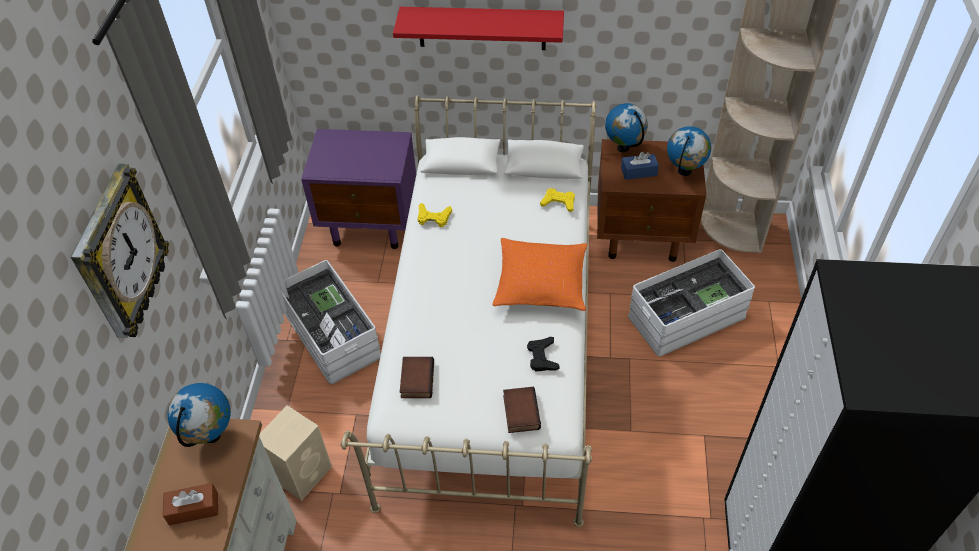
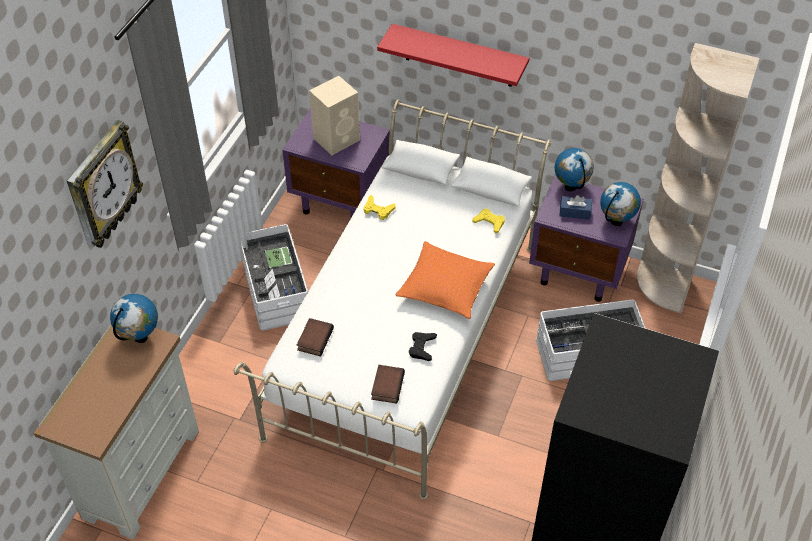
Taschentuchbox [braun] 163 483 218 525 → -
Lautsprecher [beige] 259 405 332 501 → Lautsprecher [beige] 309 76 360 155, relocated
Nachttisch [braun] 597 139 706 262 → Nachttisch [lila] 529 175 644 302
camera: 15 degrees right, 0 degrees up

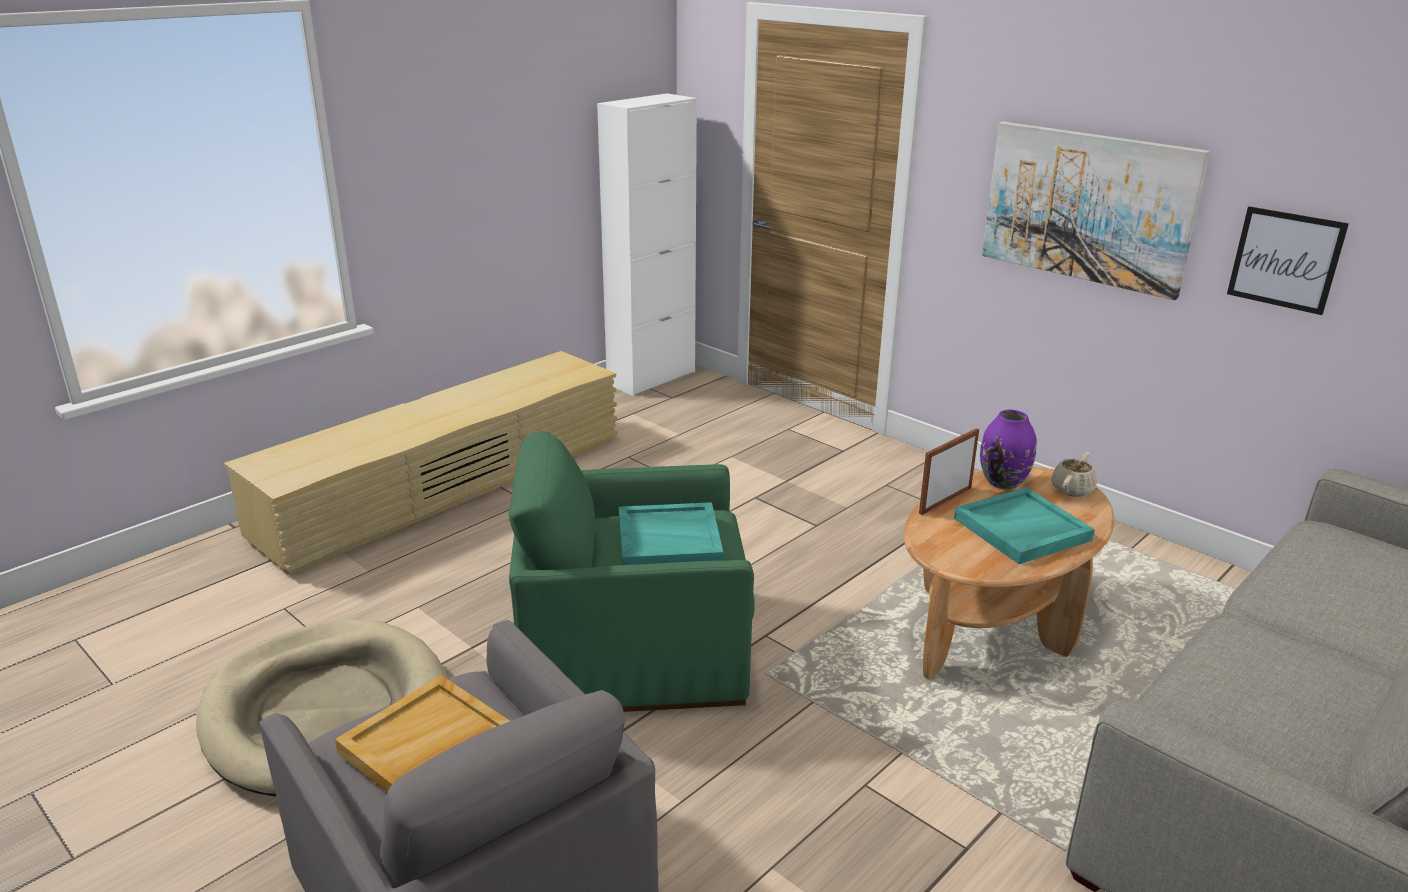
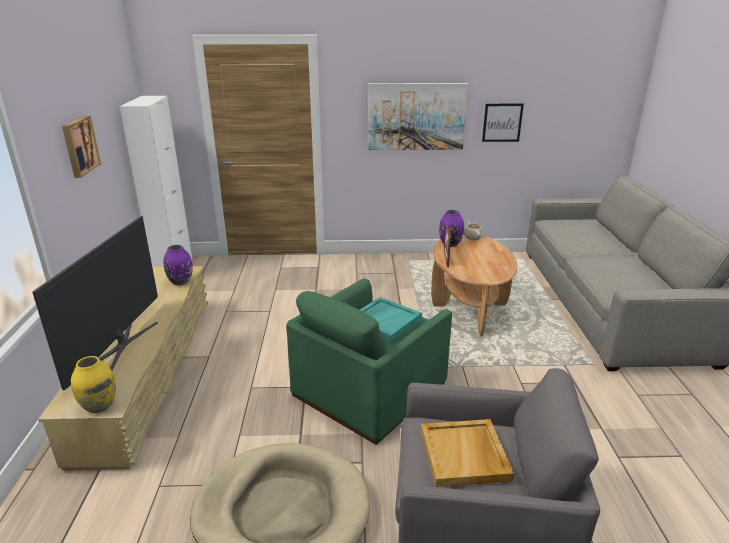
Tablett [türkis] 954 487 1095 564 → -
- → Fernseher 32 216 158 390
- → Bild 62 116 101 178
- → Vase [gelb] 71 356 116 413
- → Vase [lila] 163 245 193 285
camera: 45 degrees left, 0 degrees up

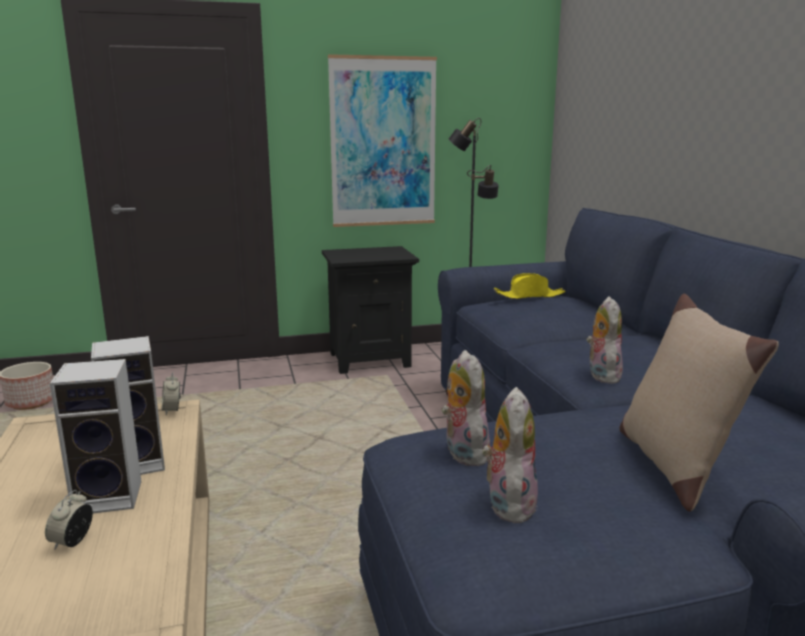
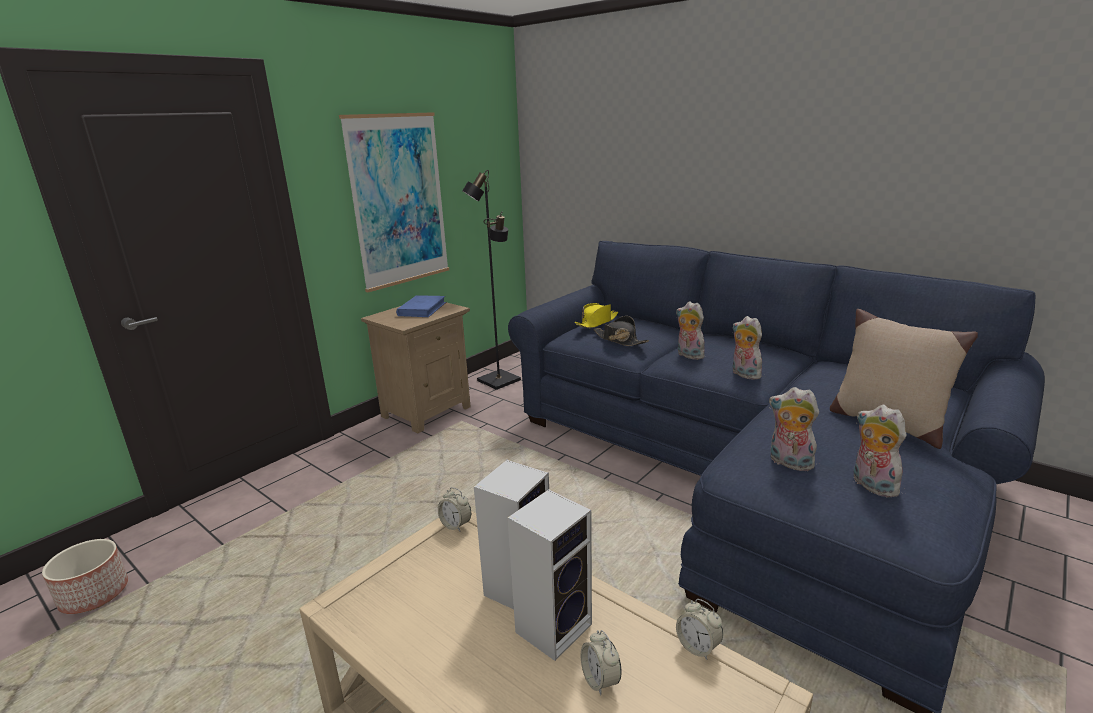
- → Buch [blau] 396 295 447 317
- → Hut [schwarz] 594 316 649 346
- → Plüschtier 676 301 705 360
- → Wecker 676 599 723 660
Nachttisch [schwarz] 322 246 419 374 → Nachttisch [beige] 361 303 471 434
camera: 35 degrees left, 5 degrees up

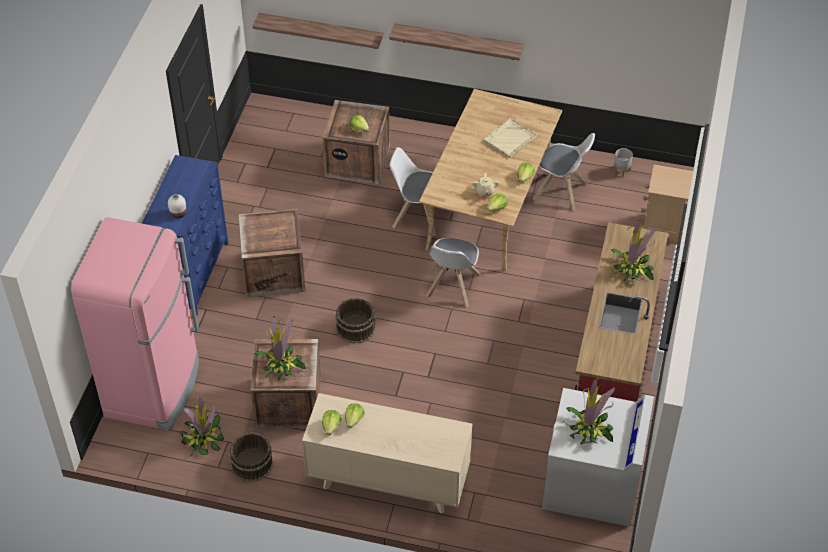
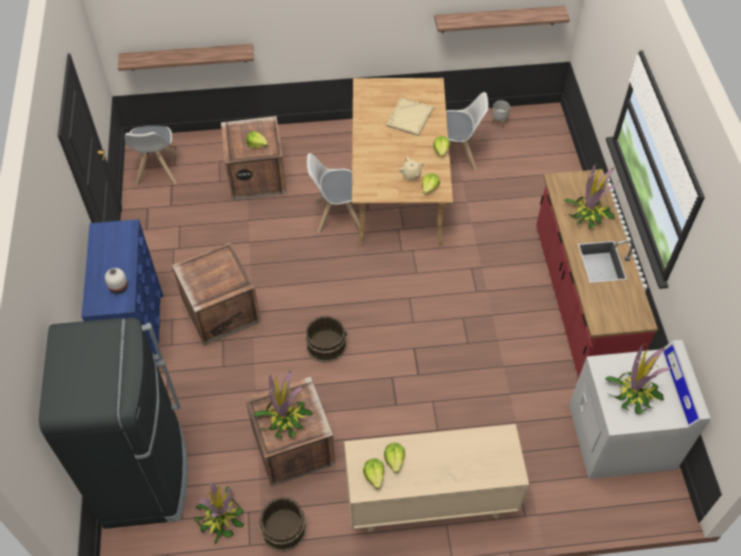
Nachttisch [beige] 641 165 693 243 → -
Wandregal 389 23 524 60 → Wandregal 434 6 570 33, relocated
Stuhl 426 238 480 307 → Stuhl 125 126 180 186, relocated
Kühlschrank [rosa] 71 217 199 430 → Kühlschrank [schwarz] 39 318 188 529
camera: 20 degrees left, 5 degrees up

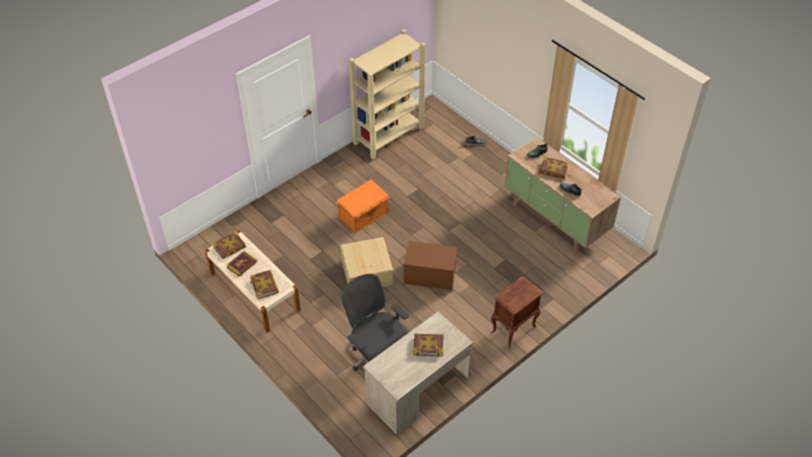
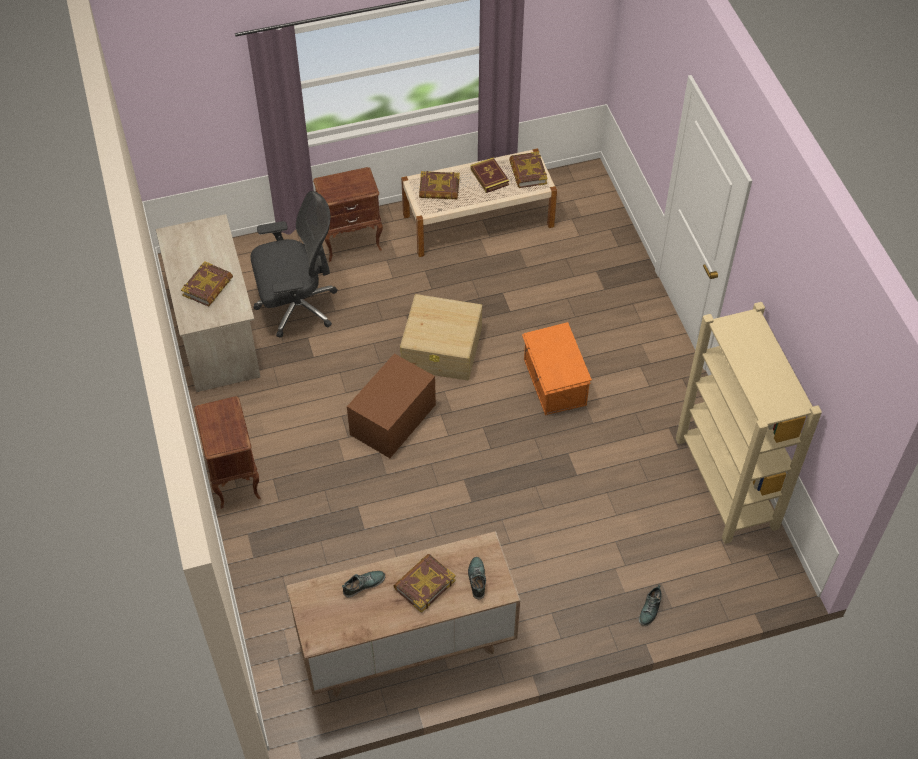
- → Nachttisch [braun] 313 167 383 262
camera: 115 degrees right, 5 degrees up

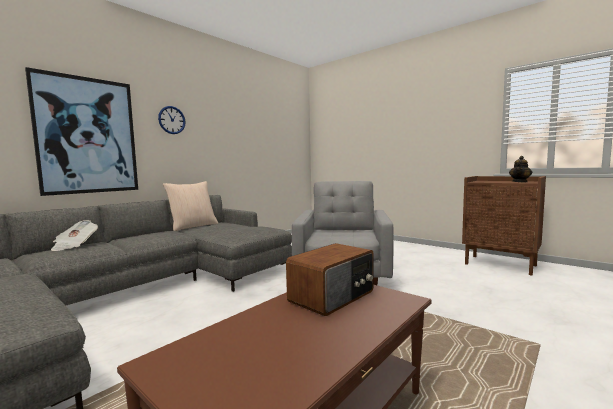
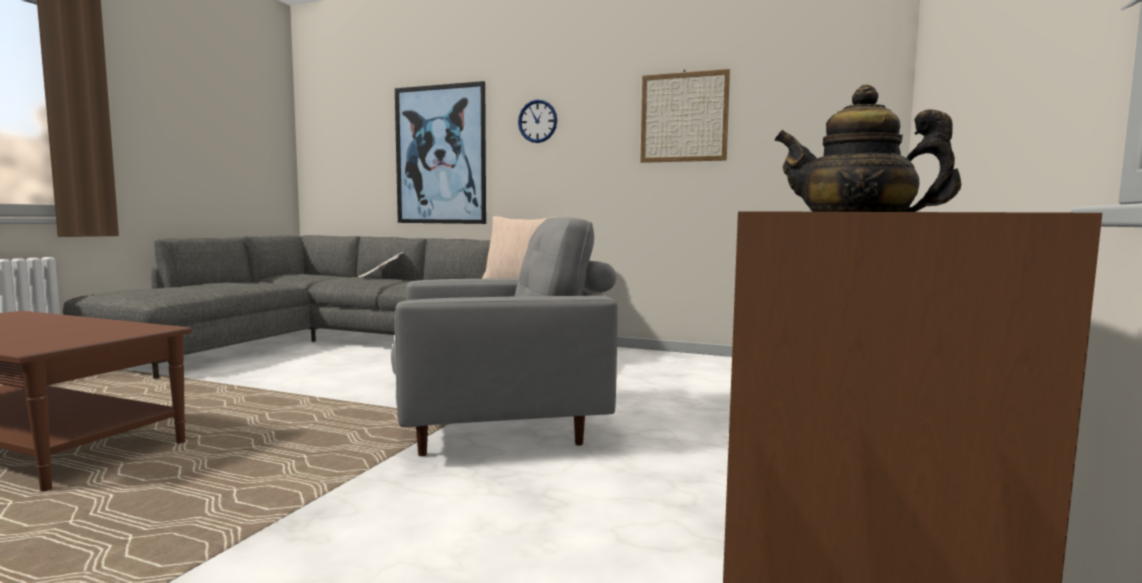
Radio 286 243 374 316 → -
- → Bild 640 69 730 163
camera: 70 degrees right, 0 degrees up

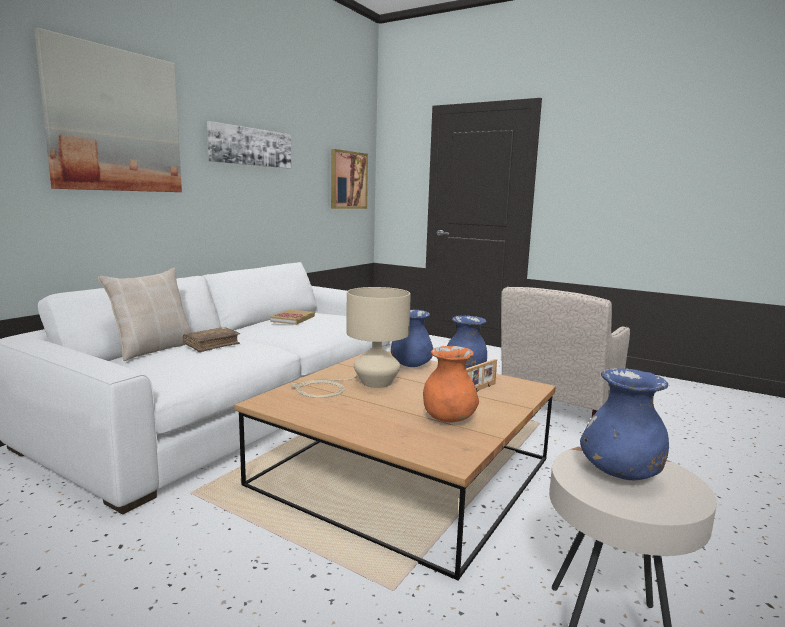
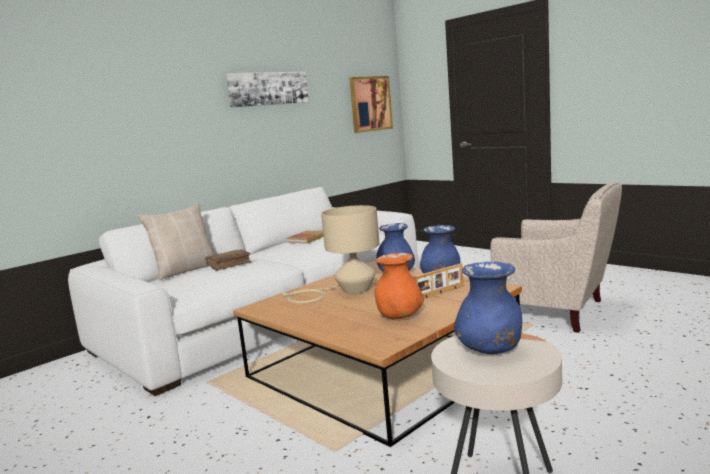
Bild 34 28 182 192 → -
Sessel [beige] 501 287 630 417 → Sessel [beige] 490 182 622 333, 105 degrees counterclockwise
camera: 15 degrees right, 0 degrees up

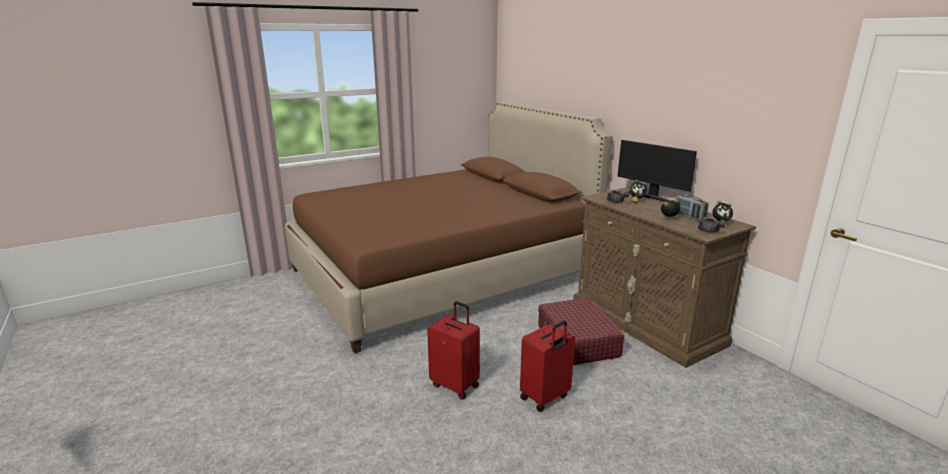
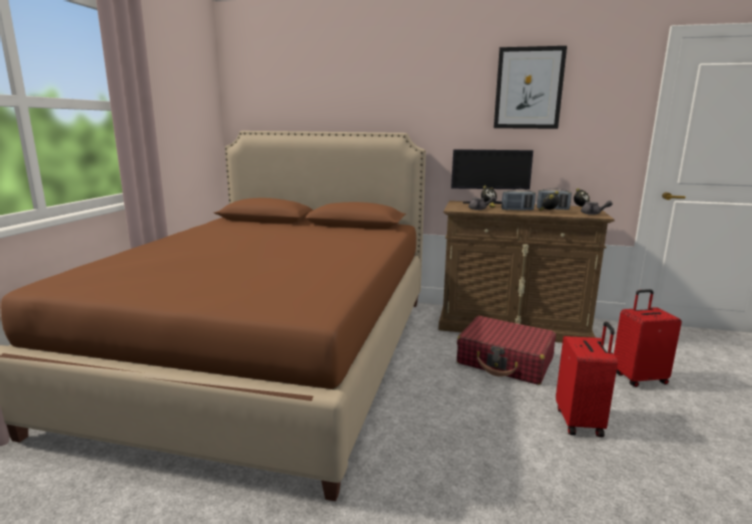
- → Bild 494 46 567 129
- → Radio 502 189 536 210
Koffer [rot] 427 301 480 399 → Koffer [rot] 614 289 682 387, relocated
camera: 45 degrees left, 5 degrees down

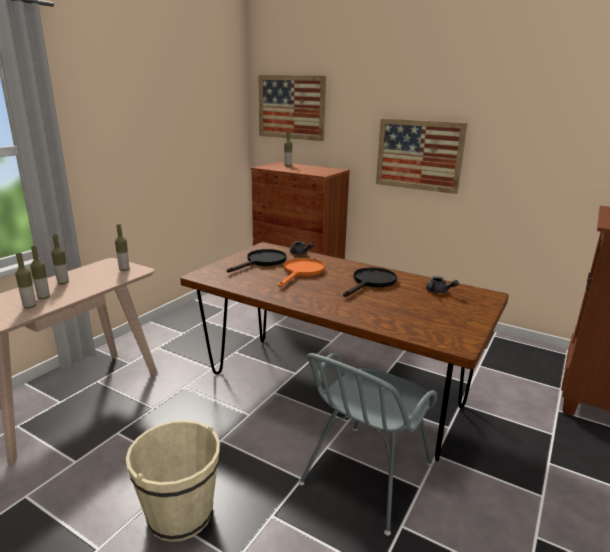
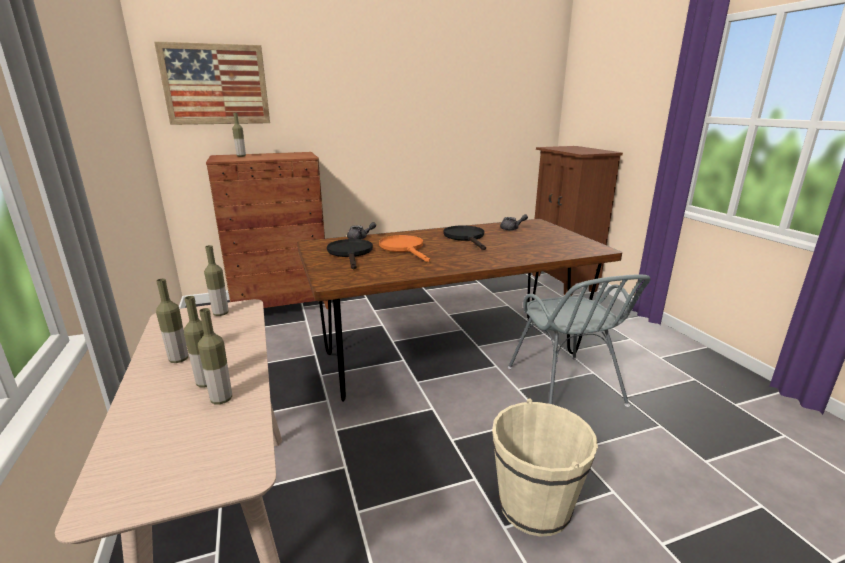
Bild 376 118 467 194 → -
camera: 50 degrees left, 0 degrees up

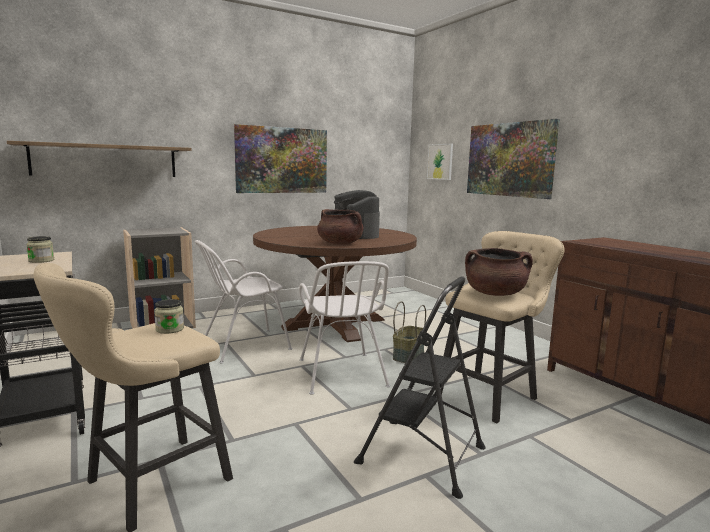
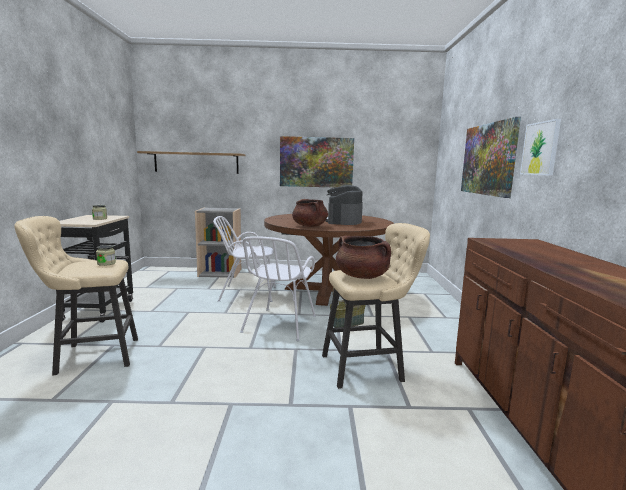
Trittleiter [schwarz] 354 277 486 499 → -
Bild 427 143 453 180 → Bild 520 119 561 176, relocated
camera: 30 degrees right, 0 degrees up

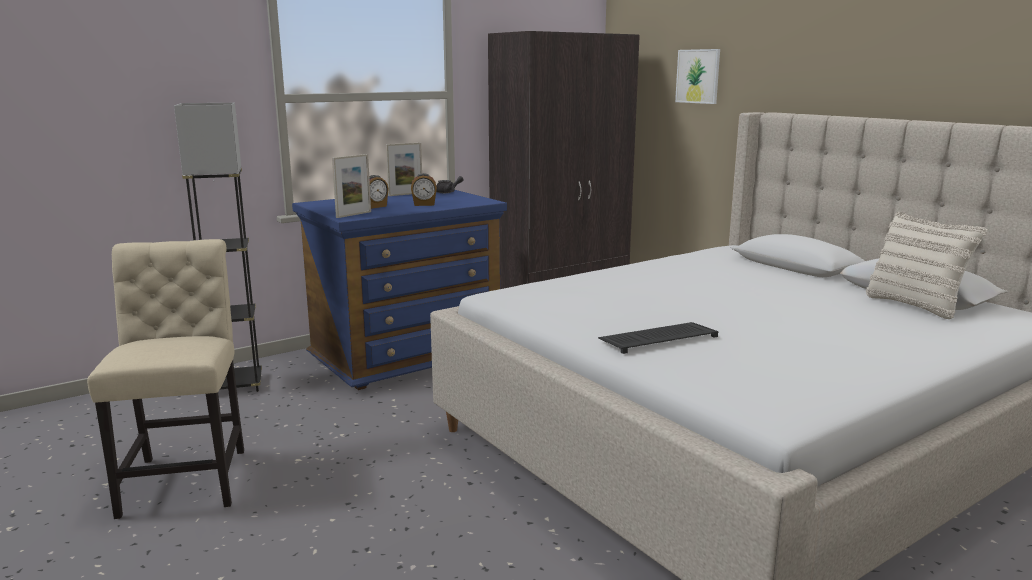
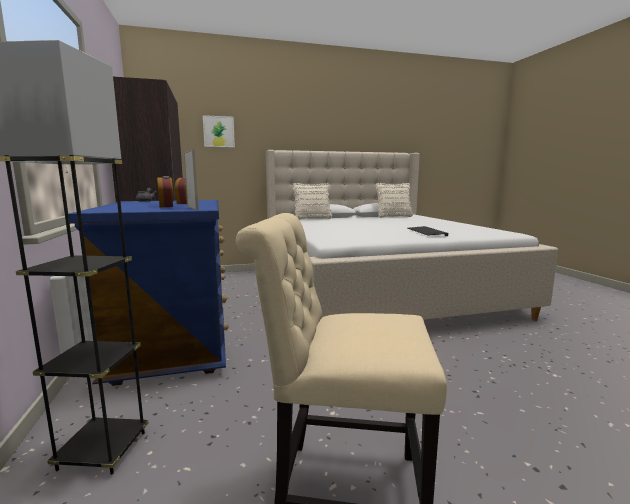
Bilderrahmen 386 143 422 196 → -
- → Kissen [beige] 293 183 332 220
camera: 70 degrees left, 5 degrees down

